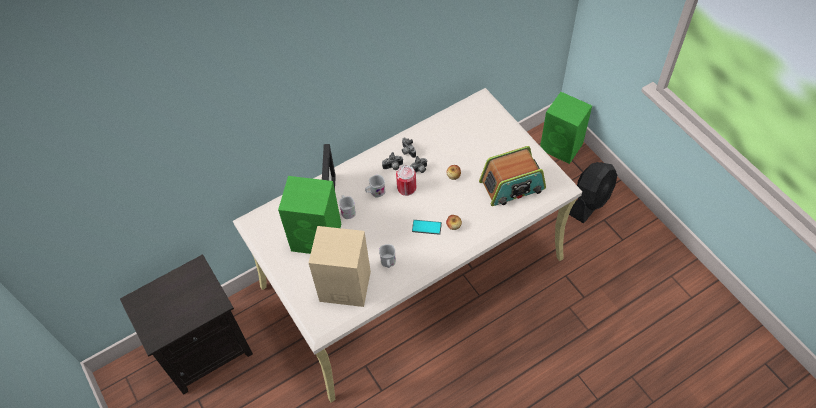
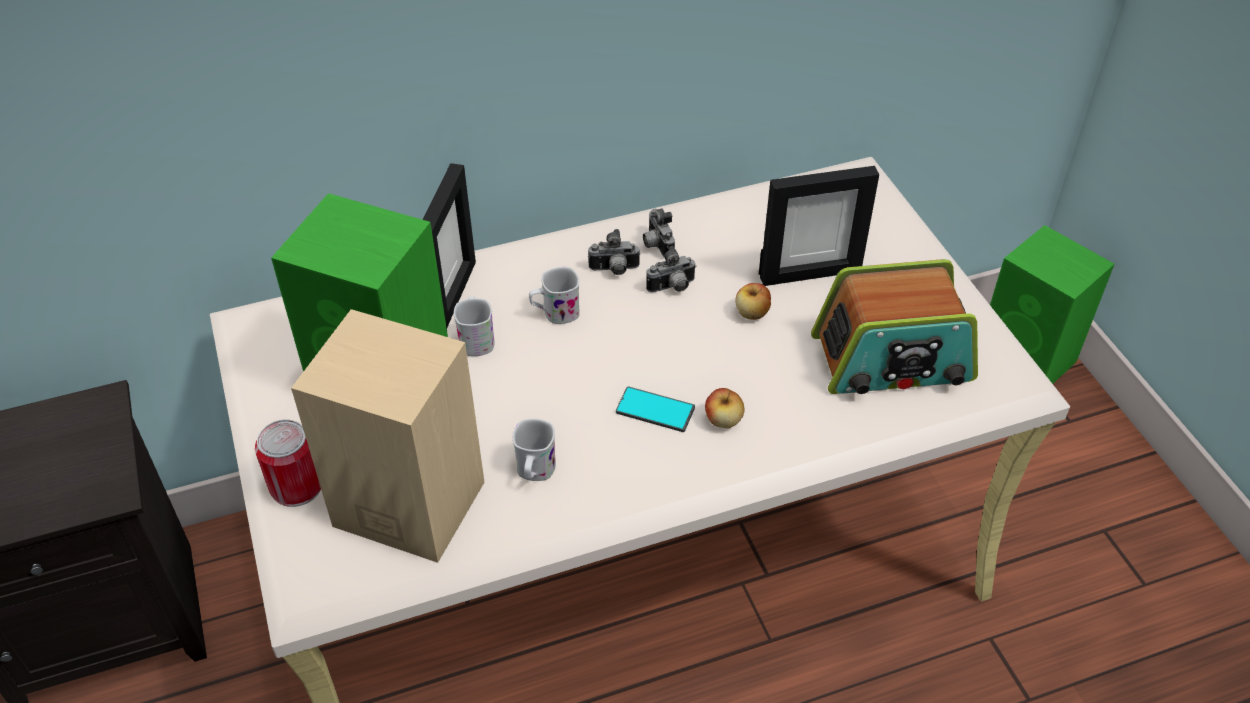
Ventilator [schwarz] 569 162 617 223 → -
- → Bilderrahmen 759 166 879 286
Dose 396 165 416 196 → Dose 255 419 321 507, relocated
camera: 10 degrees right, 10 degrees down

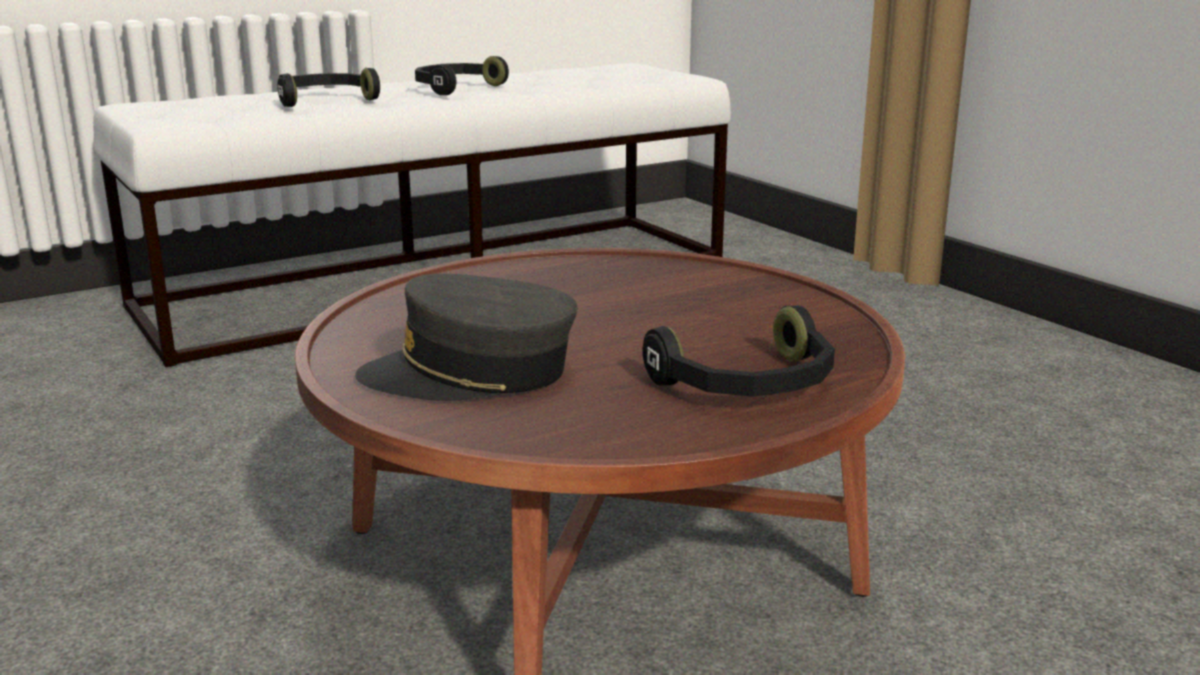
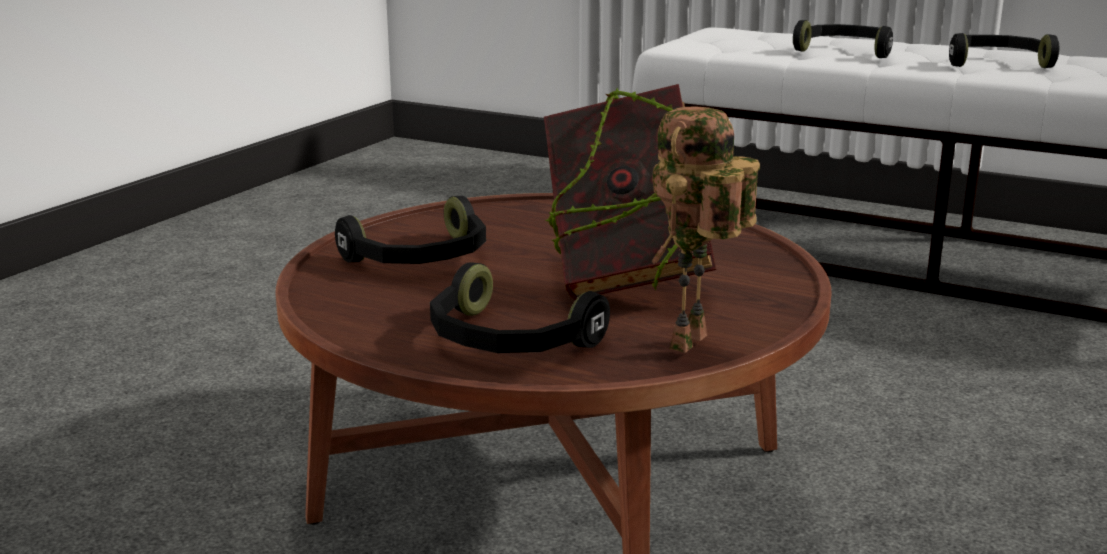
- → Buch 544 84 716 300
- → Spielzeugroboter 652 107 760 353
Kappe [grau] 355 274 578 401 → Kopfhörer [schwarz] 335 196 486 264
camera: 60 degrees right, 0 degrees up

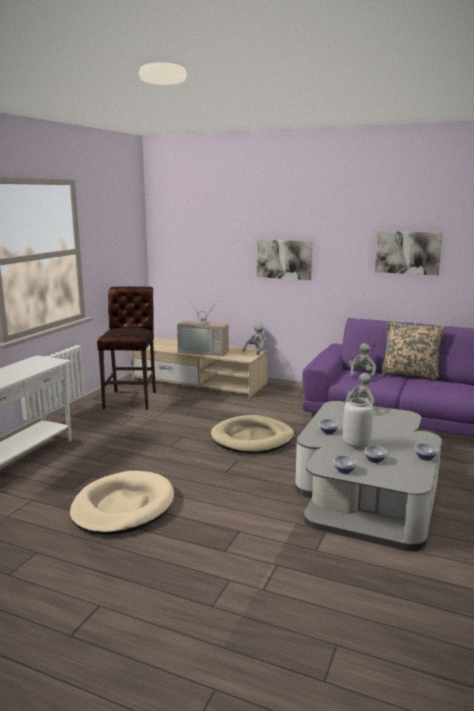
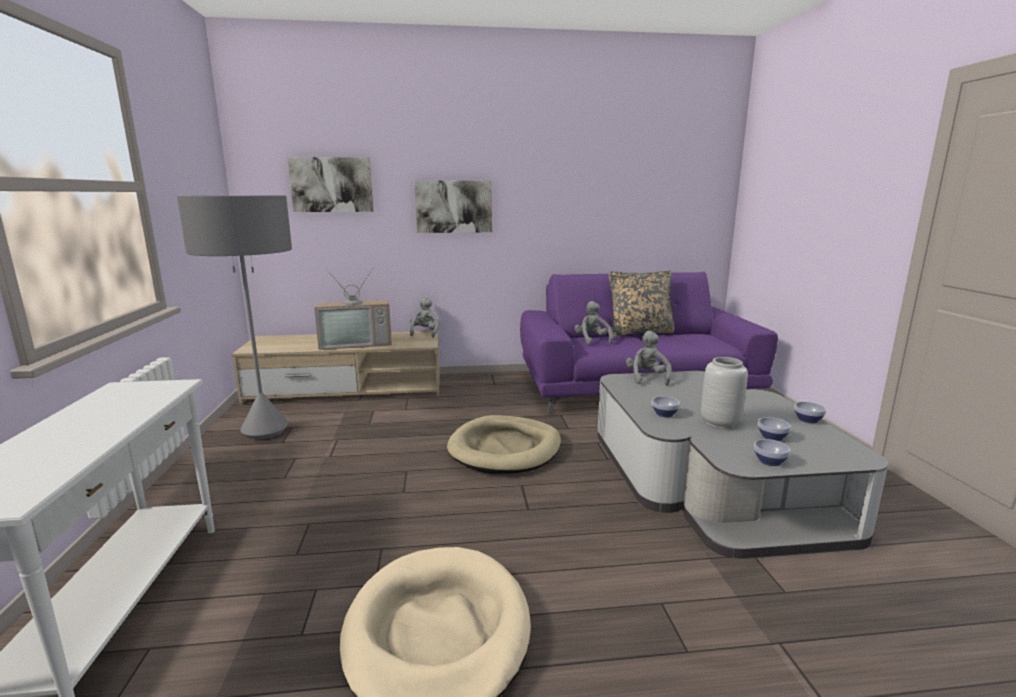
Bild 375 231 443 275 → Bild 288 157 374 212, relocated
Hocker [braun] 97 286 156 410 → Stehlampe [grau] 177 195 292 439
camera: 30 degrees left, 0 degrees up

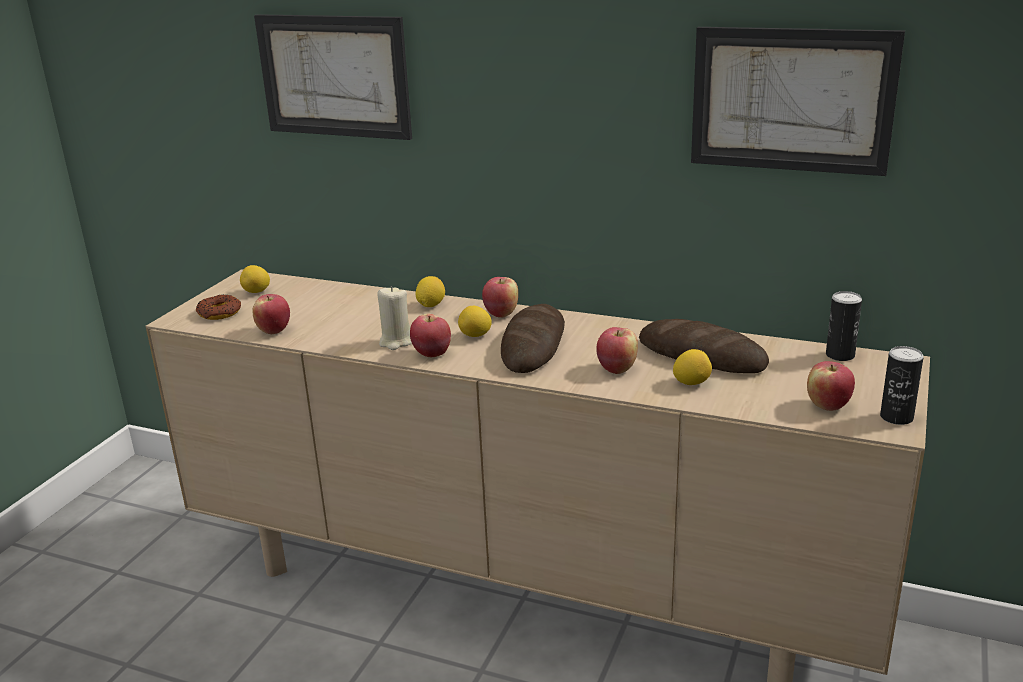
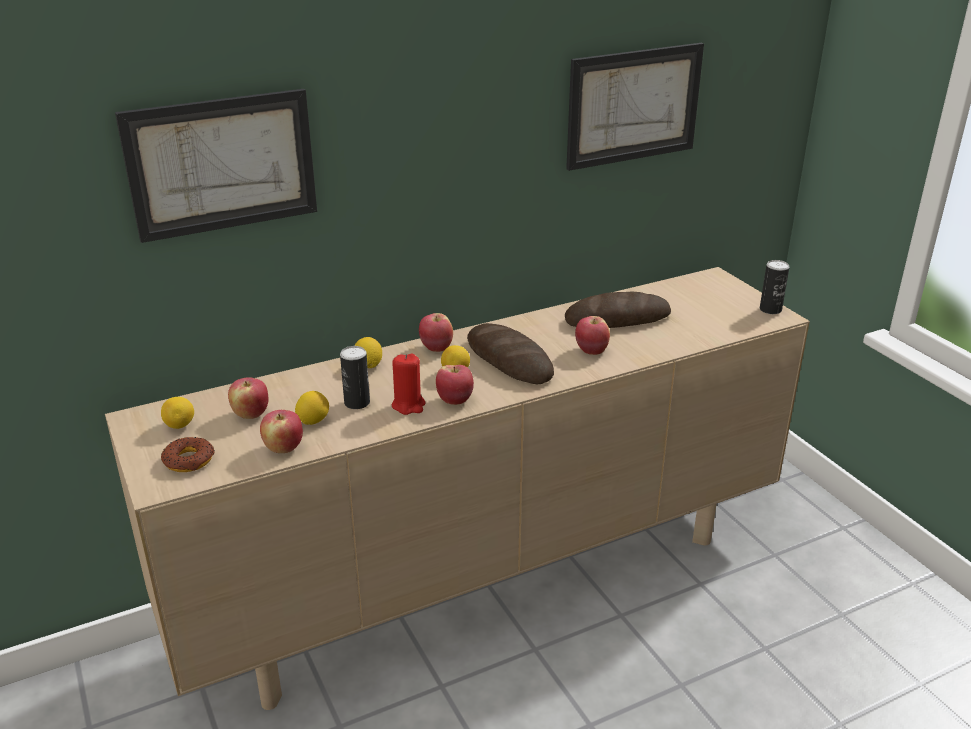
Zitrone 673 349 712 385 → Zitrone 295 391 329 425, relocated
Apfel 807 361 855 411 → Apfel 228 377 269 419, relocated
Dose 826 291 862 361 → Dose 340 346 370 409, relocated
Kerze [beige] 377 286 412 350 → Kerze [rot] 392 354 425 415
camera: 50 degrees left, 5 degrees up

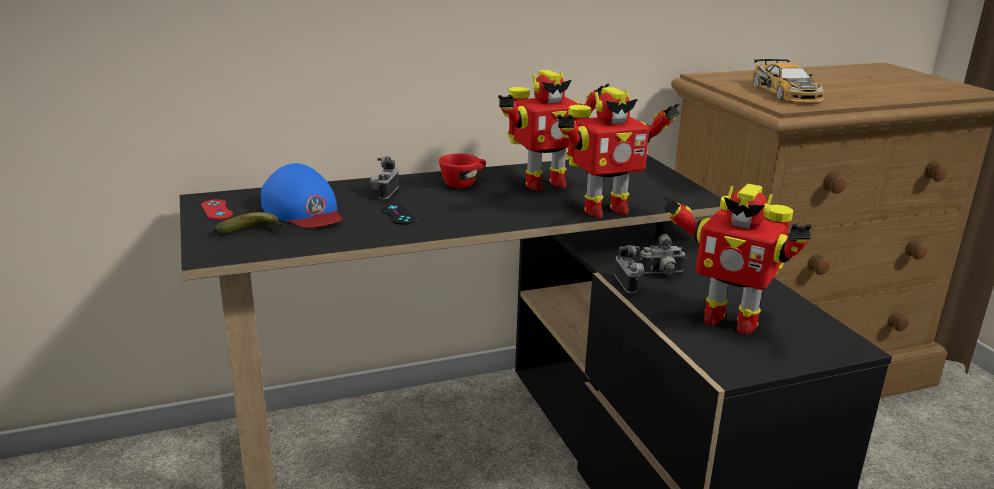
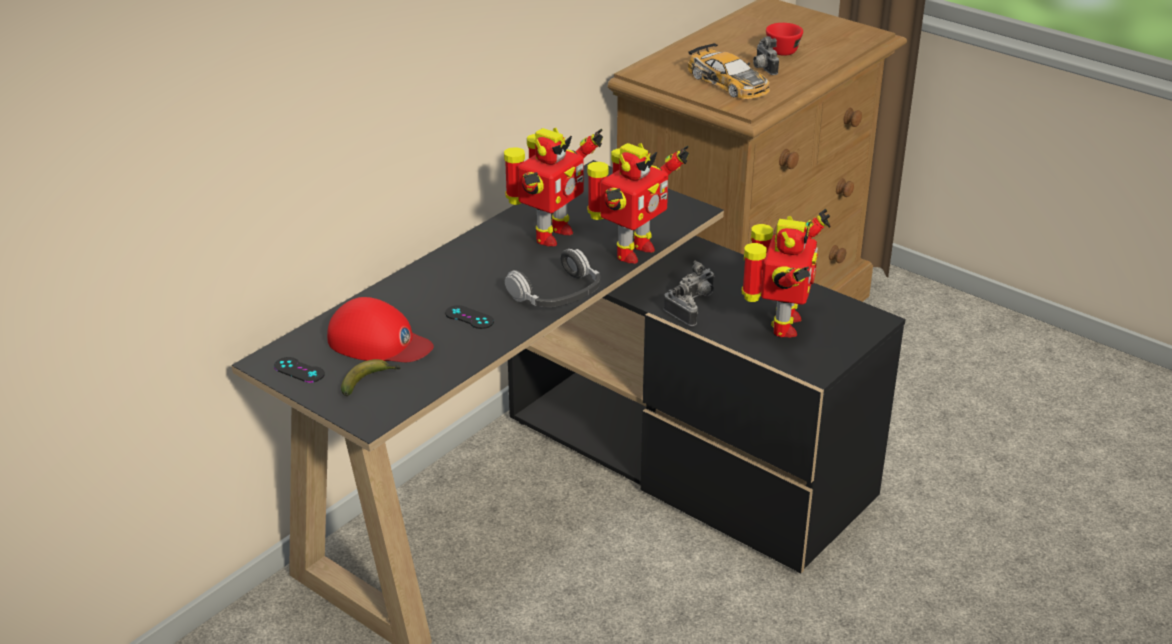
- → Kopfhörer 505 249 600 307
Kamera 370 156 399 200 → Kamera 753 36 779 75, relocated
Tasse [rot] 439 154 486 188 → Tasse [rot] 766 23 803 56, relocated
Gamepad [rot] 201 199 233 220 → Gamepad [schwarz] 274 357 325 383
Kappe [blau] 261 163 342 228 → Kappe [rot] 327 297 434 362
Spielzeugroboter 663 184 811 334 → Spielzeugroboter 742 209 831 338, 75 degrees counterclockwise
camera: 30 degrees left, 10 degrees up

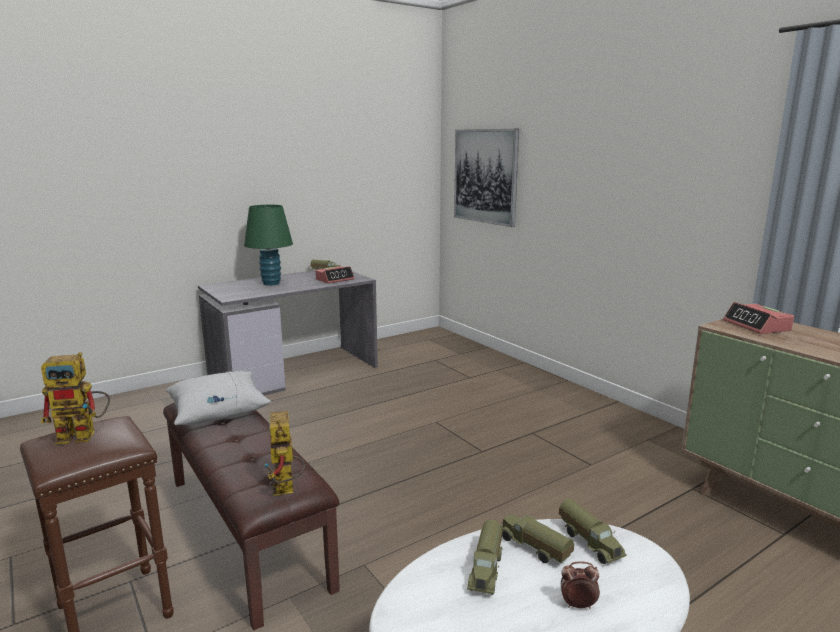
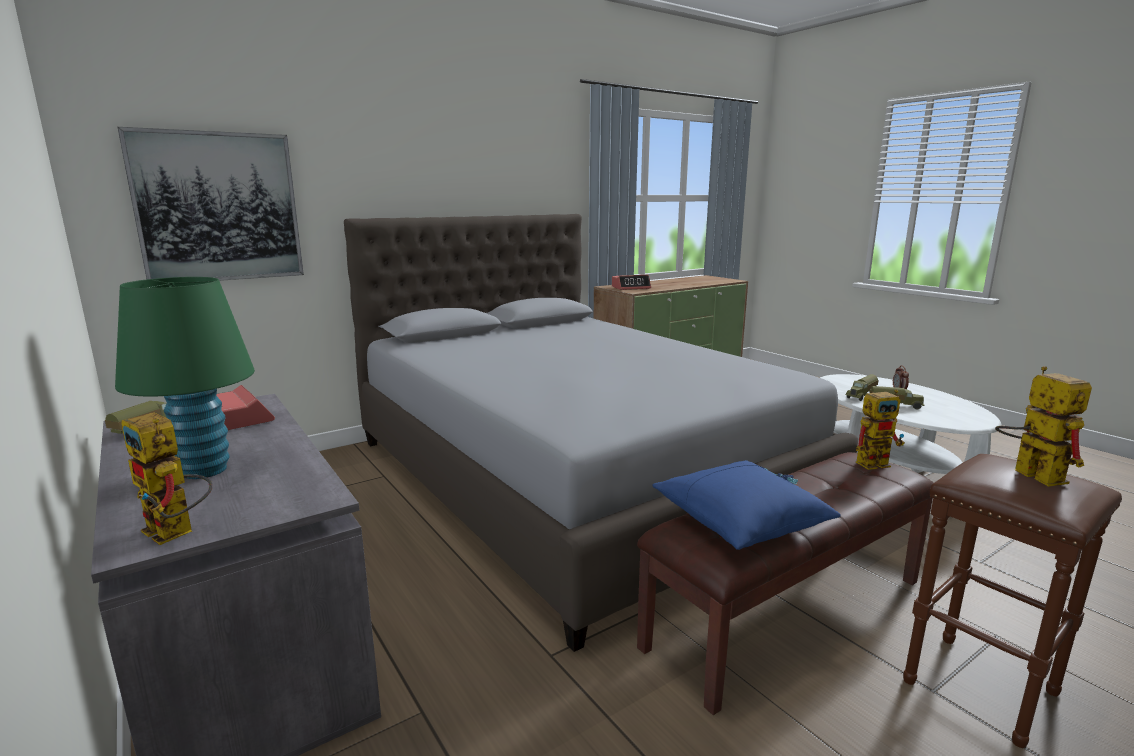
Spielzeuglaster 559 498 627 564 → -
- → Spielzeugroboter 121 412 212 545
- → Bett [grau] 344 214 858 652
Kissen [grau] 166 371 271 425 → Kissen [blau] 653 460 841 550
camera: 90 degrees left, 0 degrees up

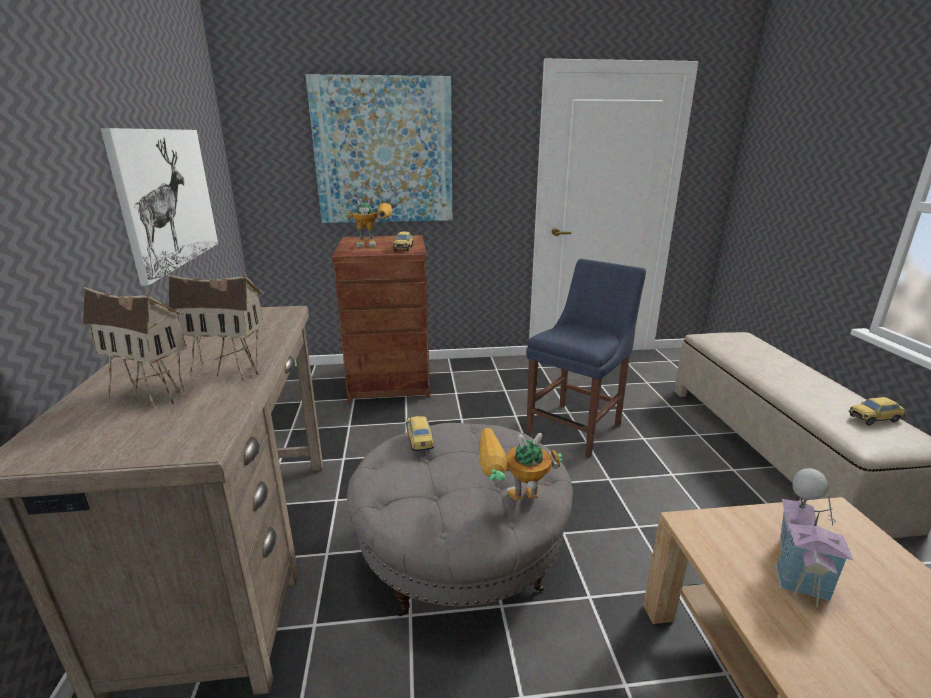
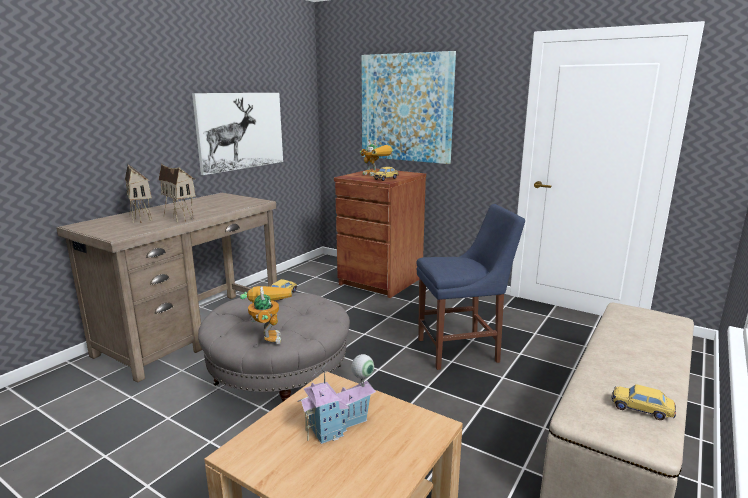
Spielzeugroboter 479 428 562 500 → Spielzeugroboter 240 286 292 344, 45 degrees clockwise
camera: 40 degrees right, 5 degrees down

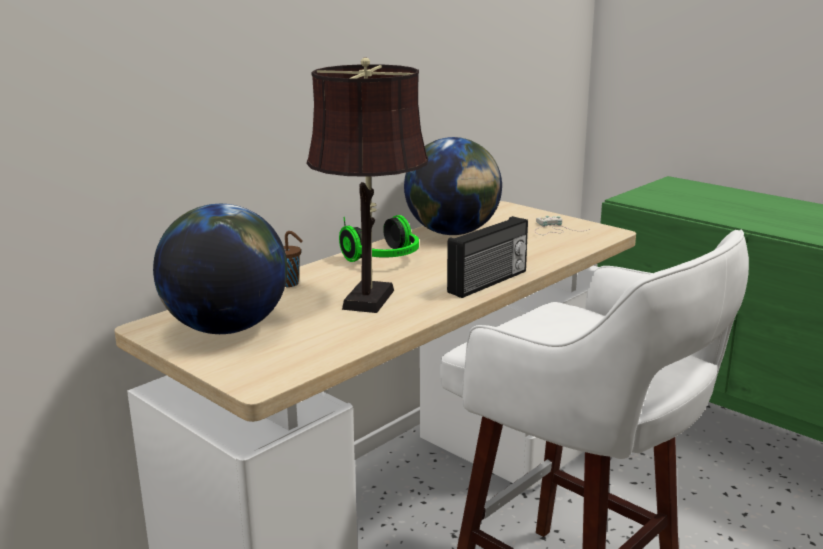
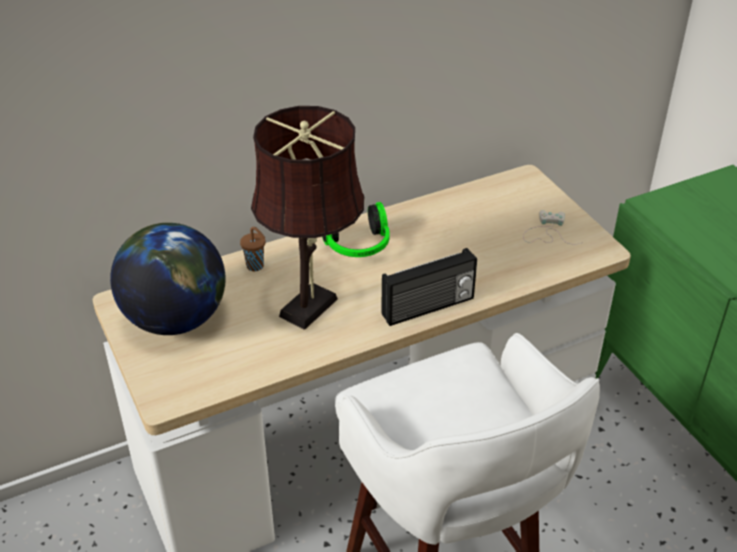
Globus 404 137 502 235 → -
camera: 20 degrees right, 20 degrees up

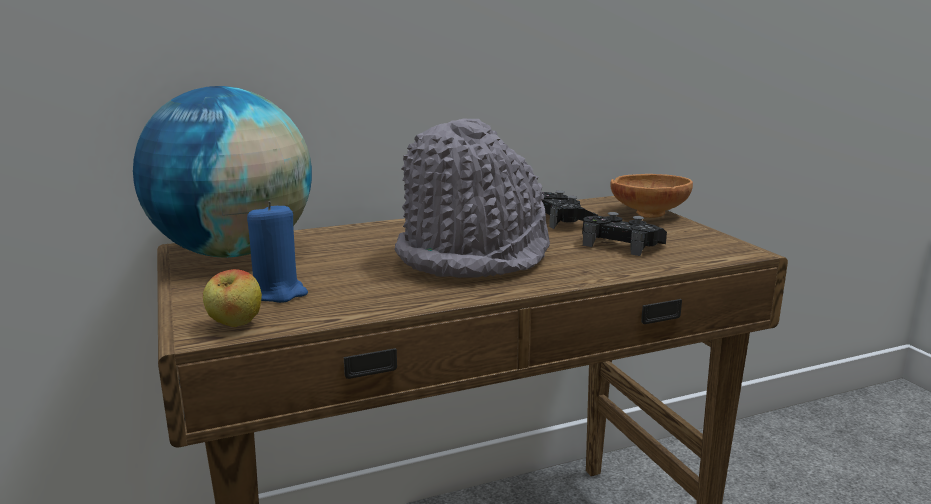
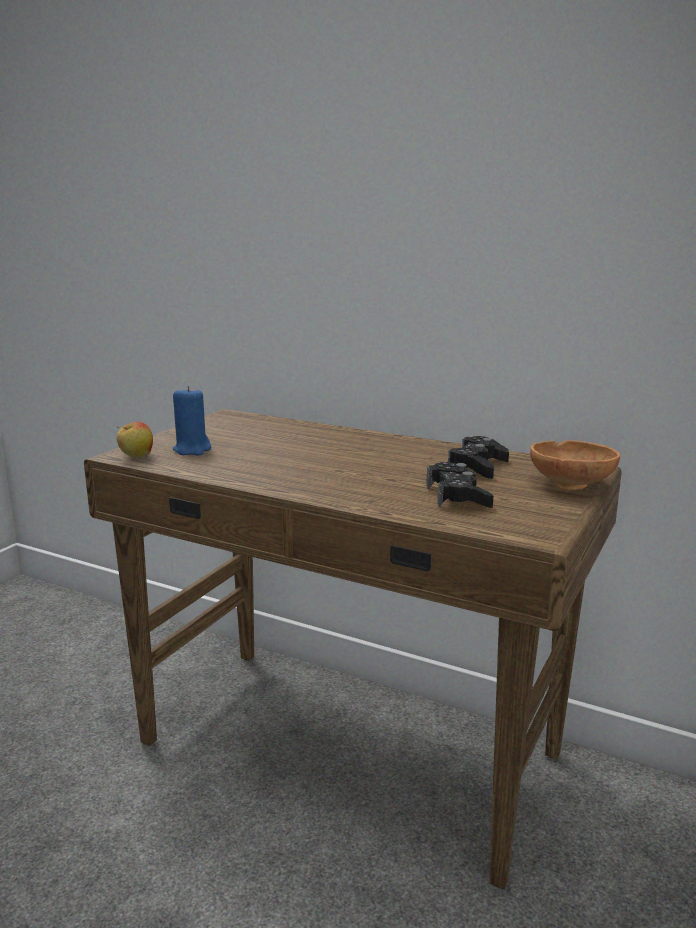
Globus 133 86 312 257 → -
Hut [grau] 394 118 550 278 → -
camera: 50 degrees right, 0 degrees up

